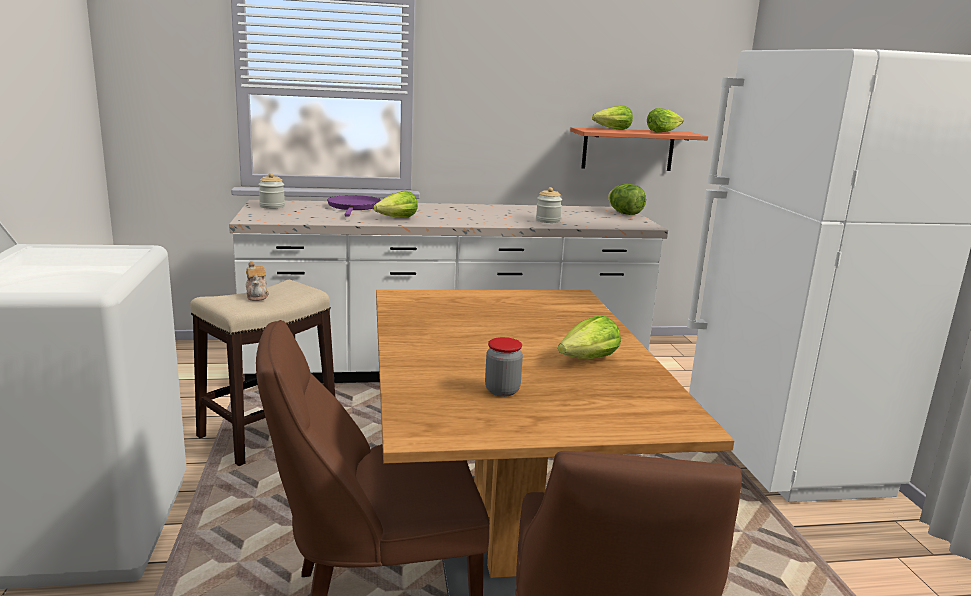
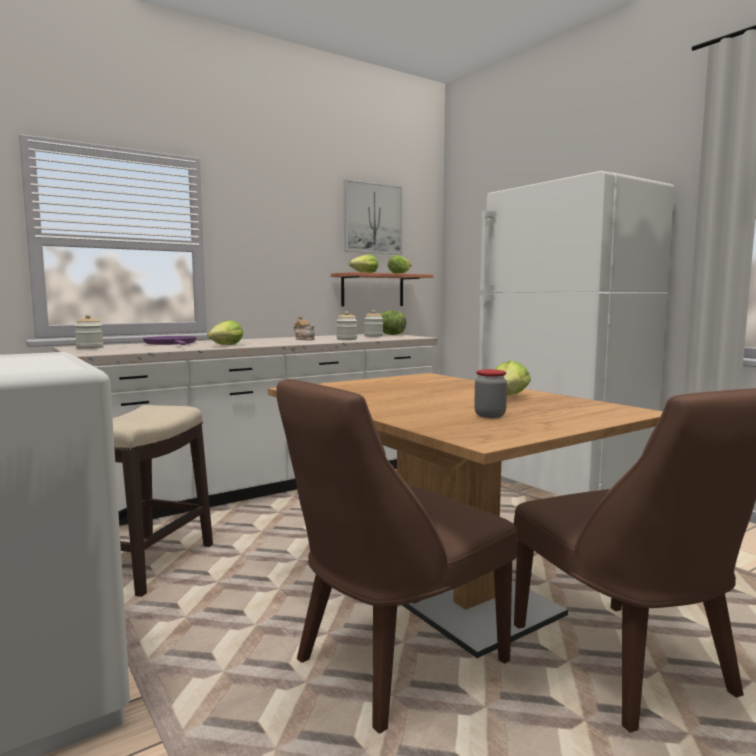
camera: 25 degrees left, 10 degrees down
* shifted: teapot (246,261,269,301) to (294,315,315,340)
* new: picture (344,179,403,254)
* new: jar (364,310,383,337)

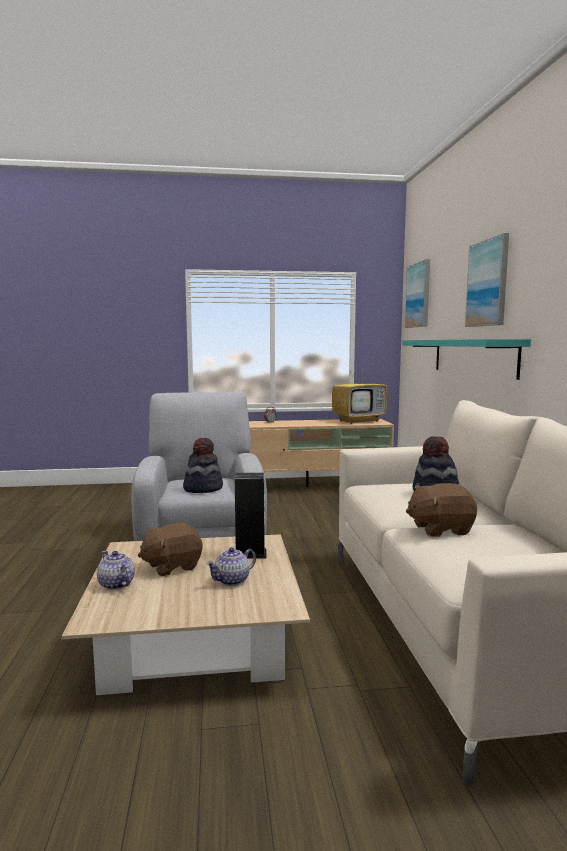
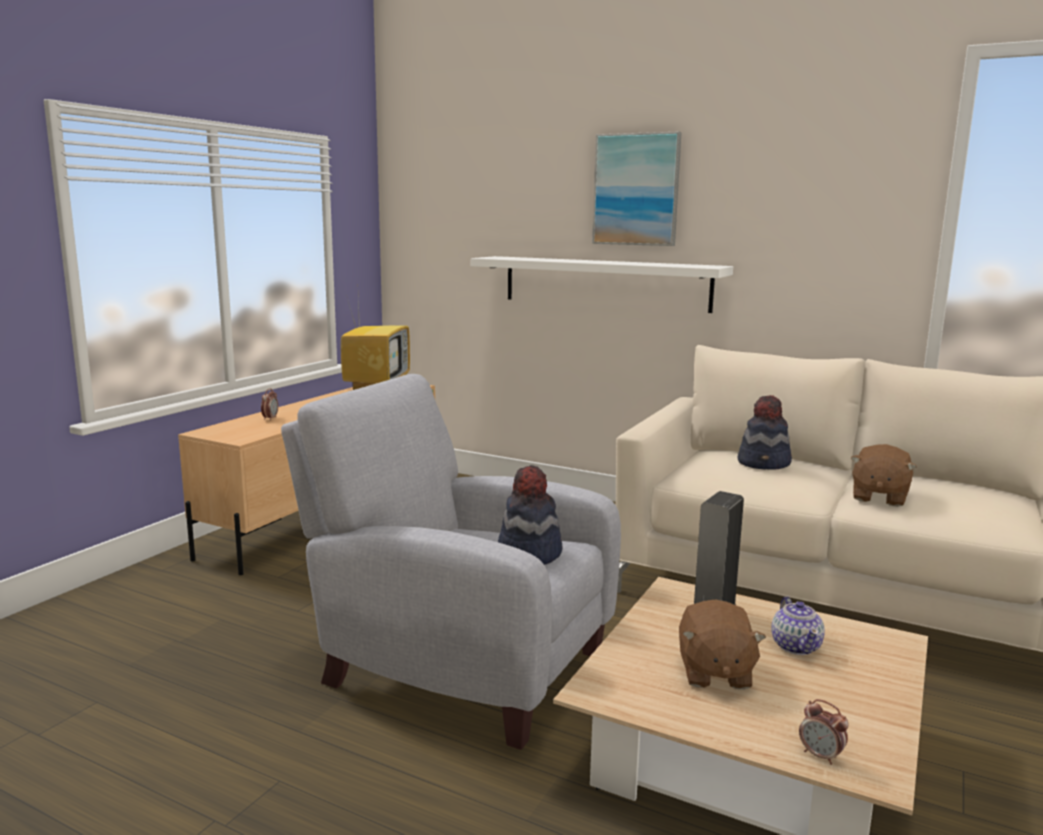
camera: 55 degrees left, 5 degrees up
* repainted: turquoise shelf (402,339,531,380) to white shelf (471,256,733,313)
* new: alarm clock (799,699,849,765)
* gone: teapot (97,551,135,590)
* gone: picture (405,259,430,328)

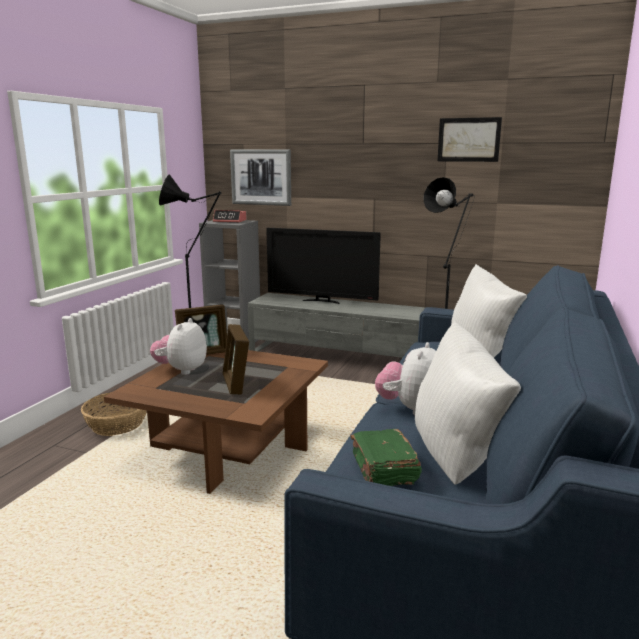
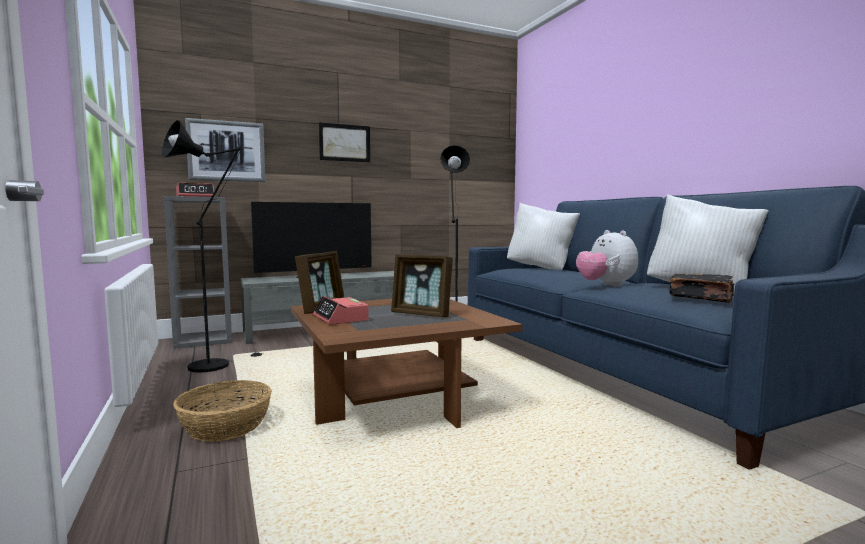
camera: 45 degrees left, 10 degrees down
* swapped: plush toy (150,318,207,375) to alarm clock (313,296,369,325)
* shifted: picture (437,117,502,162) to (319,122,370,162)
* repainted: green book (351,429,422,486) to black book (669,273,734,303)

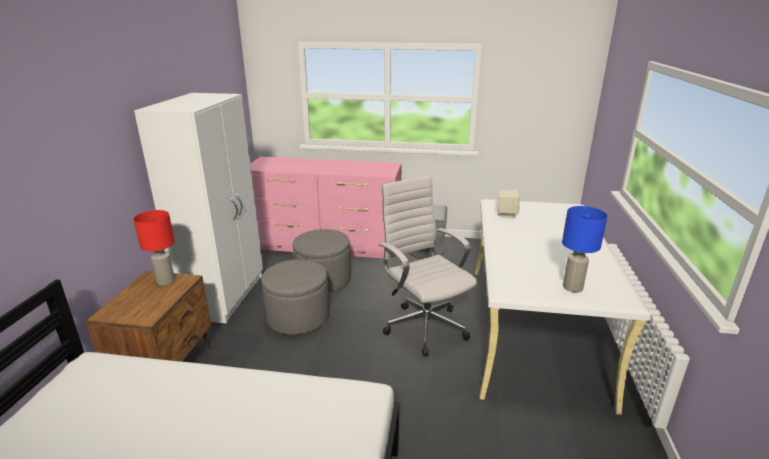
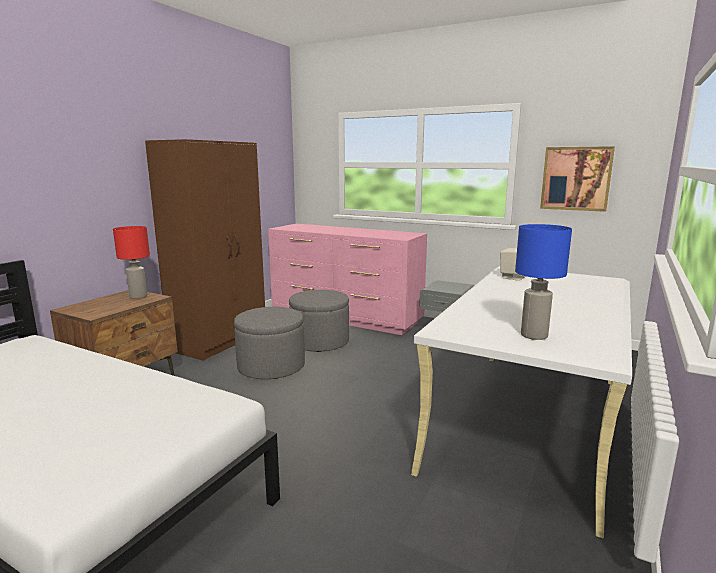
camera: 20 degrees right, 10 degrees down
* repainted: white wardrobe (134,93,263,323) to brown wardrobe (145,139,265,361)
* new: picture (540,146,615,212)
* gone: white office chair (379,176,478,356)

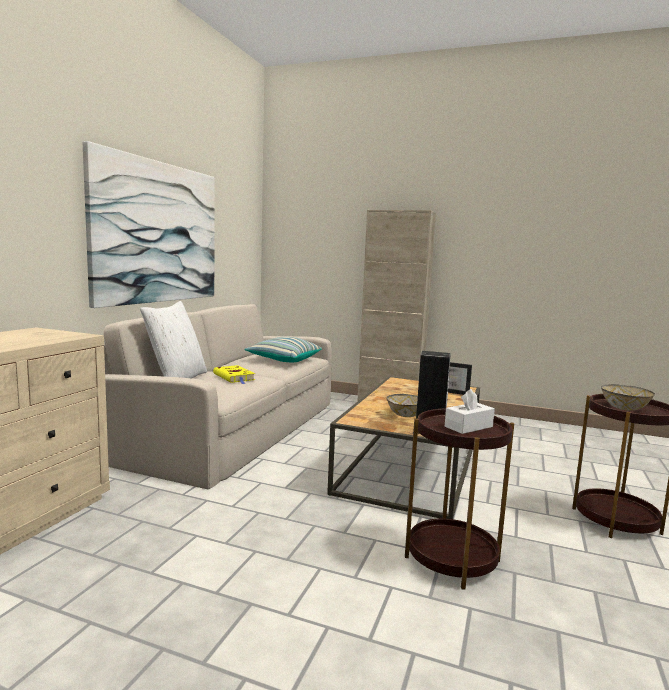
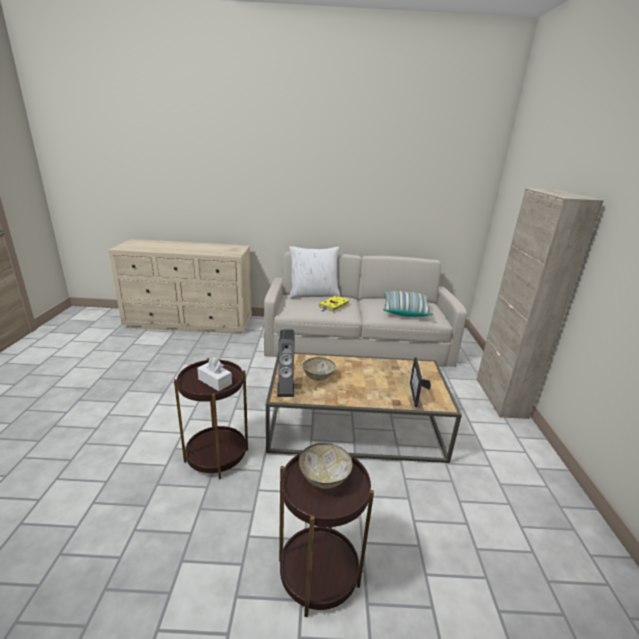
camera: 70 degrees right, 15 degrees up
* gone: picture (82,141,214,308)

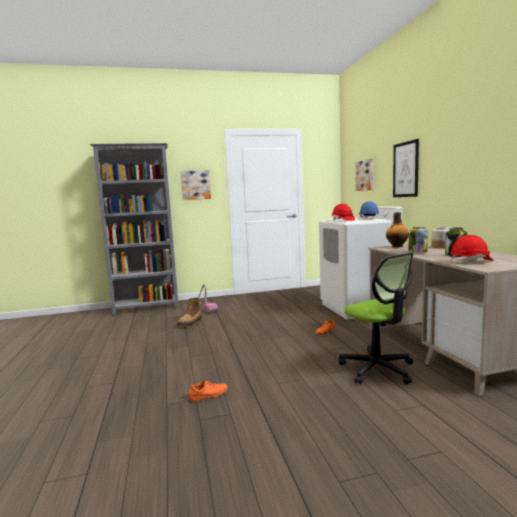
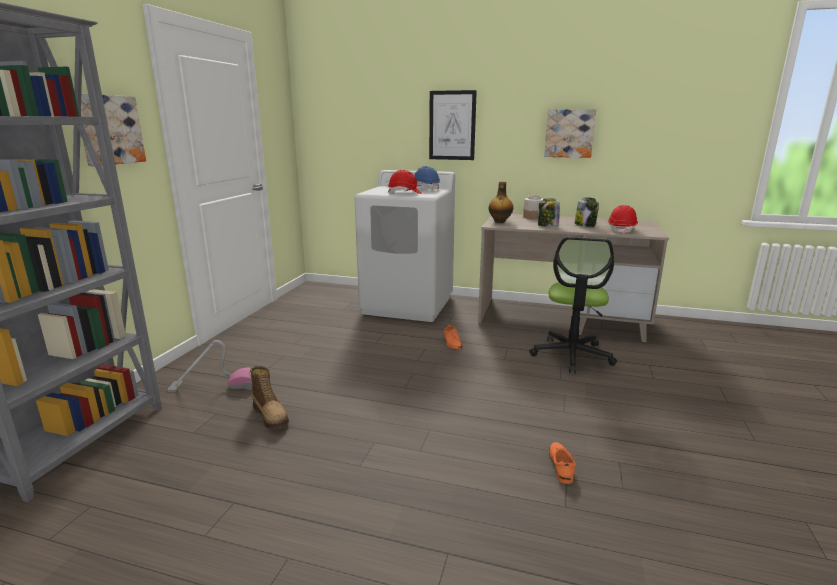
camera: 60 degrees left, 10 degrees up
* rotated: office chair (339,252,414,385) = (529,237,617,373) 105 degrees clockwise
* shifted: picture (355,159,374,191) to (544,109,596,158)

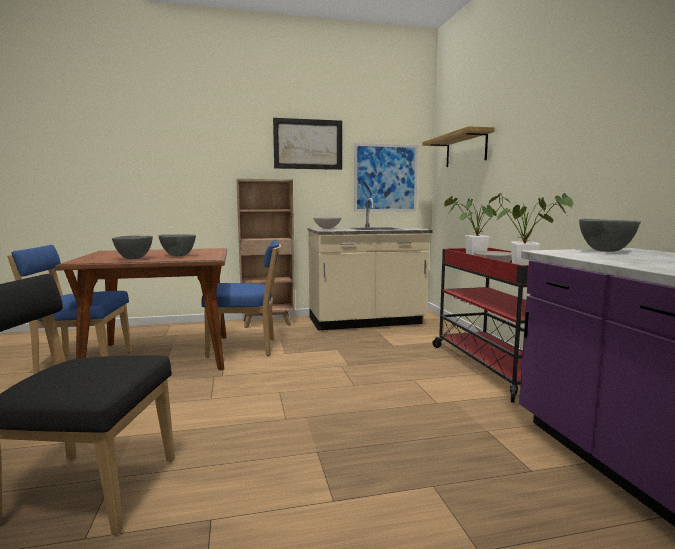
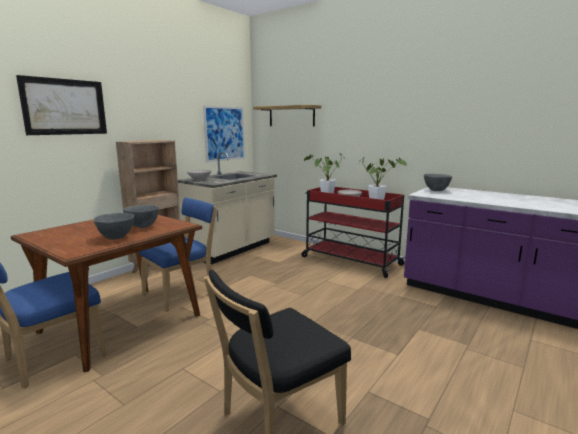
camera: 40 degrees left, 5 degrees up
* shifted: picture (273,118,342,170) to (16,75,107,135)

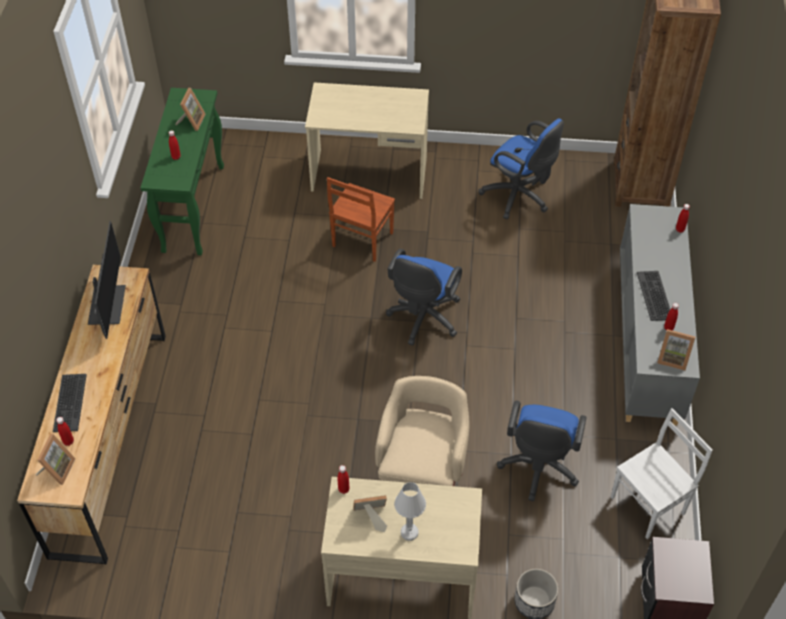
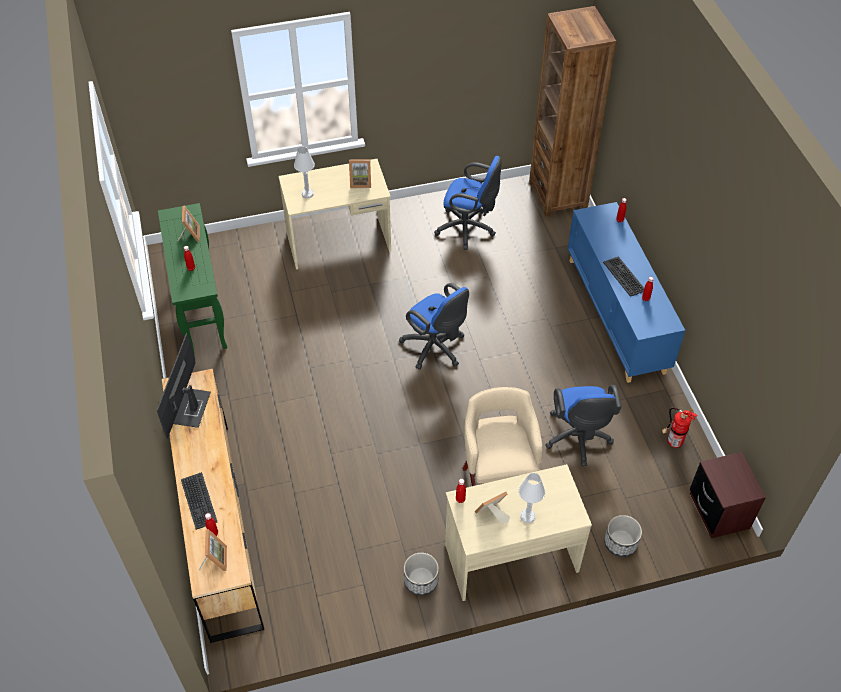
camera: 20 degrees left, 0 degrees up
* rotated: monitor (88,221,126,339) = (157,333,211,439) 150 degrees counterclockwise
* new: white table lamp (294,147,315,198)
* shifted: picture frame (657,329,695,371) to (349,159,371,188)
* rotated: blue office chair (386,249,462,345) = (399,283,469,370) 45 degrees counterclockwise
* new: planter (404,553,439,596)
* repainted: grey cabinet (620,204,700,426) to blue cabinet (567,202,685,383)
* swapped: white chair (610,408,713,539) to fire extinguisher (662,408,697,448)
* gone: brown chair (327,177,395,262)

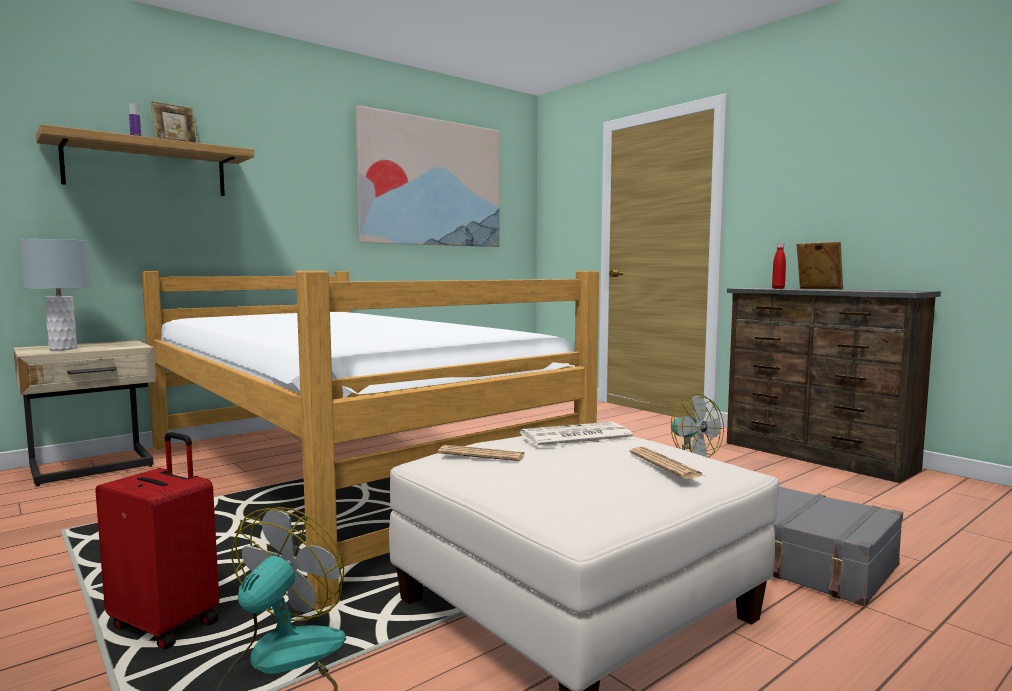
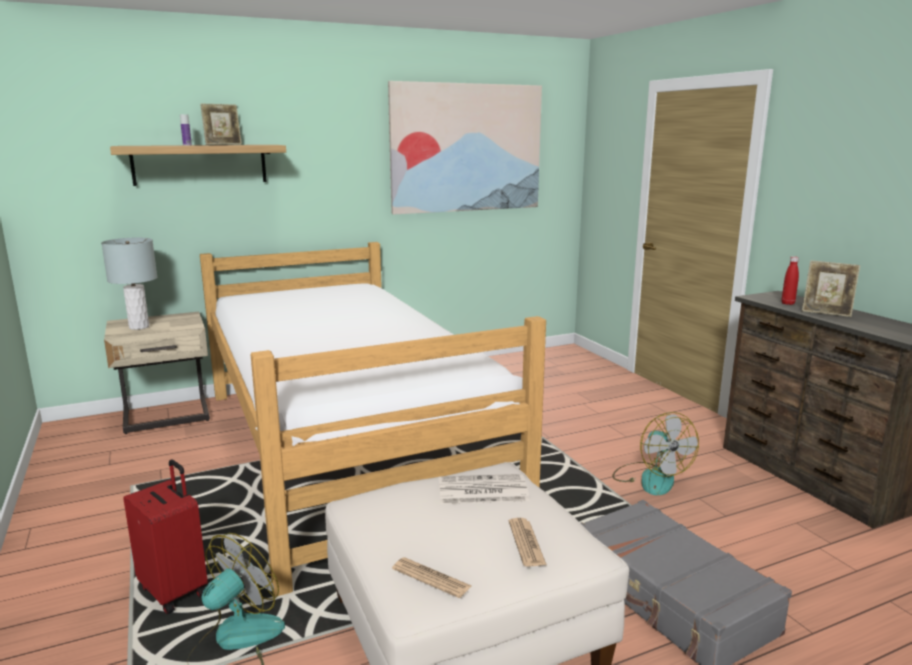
camera: 15 degrees right, 10 degrees up
* shifted: newspaper (438,445,525,461) to (392,557,471,598)
* rotated: picture frame (796,241,843,289) = (802,260,860,317) 150 degrees clockwise

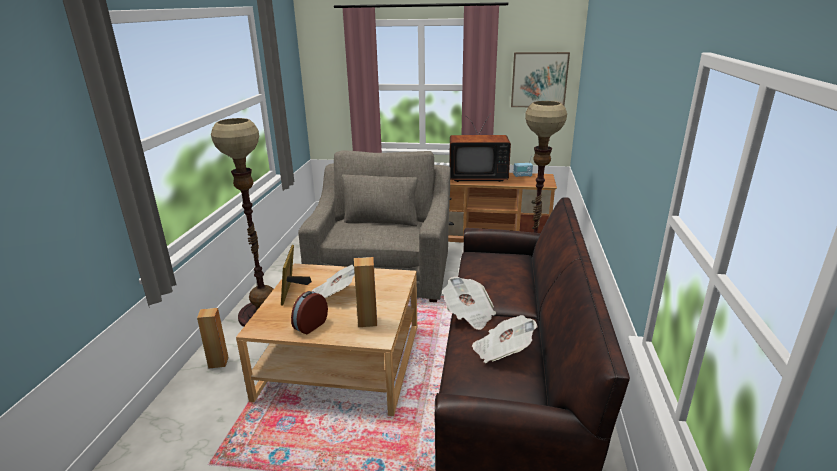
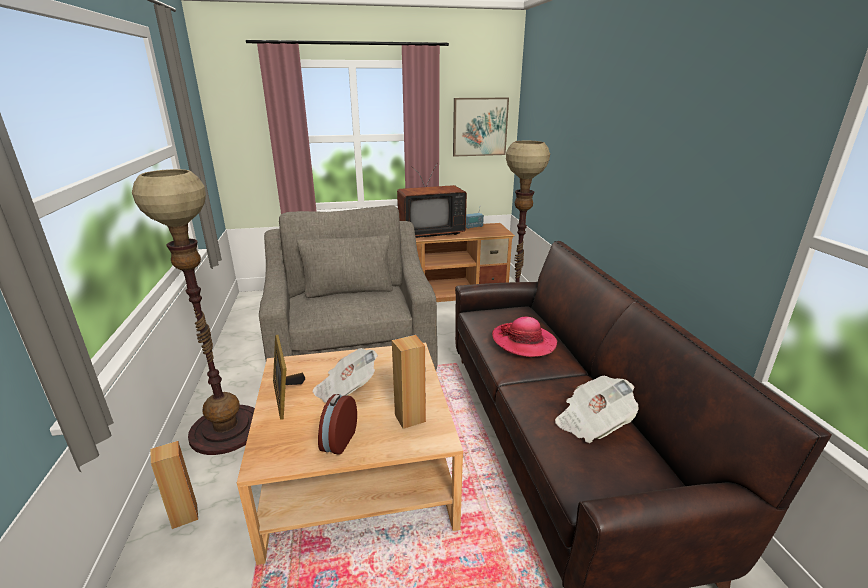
camera: 20 degrees left, 0 degrees up
* new: hat (492,316,557,357)
* gone: newspaper (442,276,496,330)

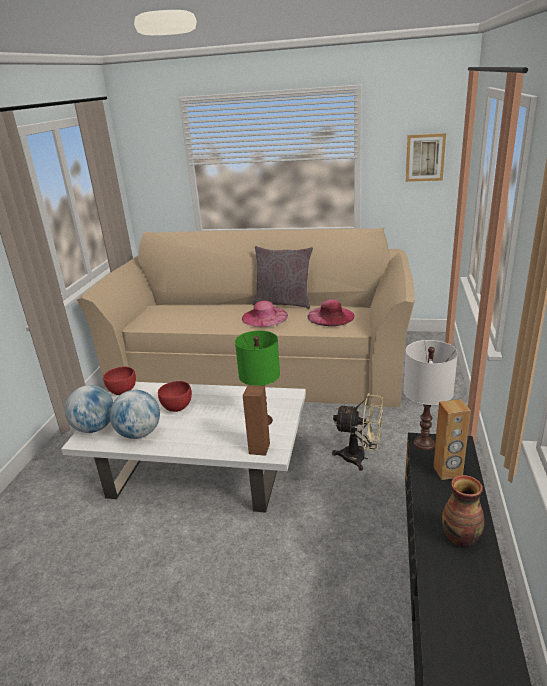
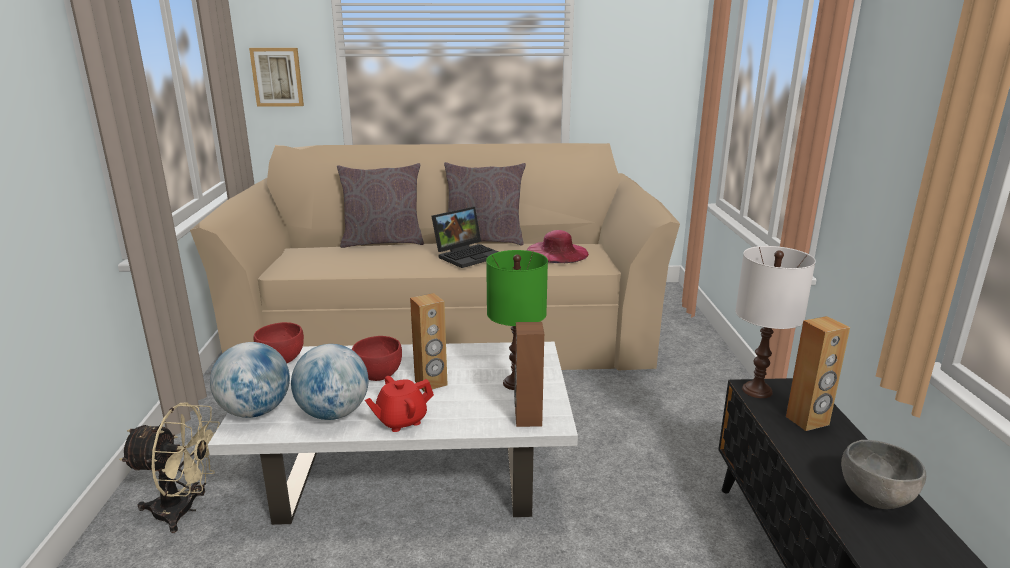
camera: 15 degrees left, 5 degrees down
* shifted: beige fan (332,393,383,471) to (119,403,220,533)
* shifted: picture (406,133,446,182) to (249,48,304,107)
* new: grey pillow (337,163,424,248)
* new: red teapot (365,376,434,432)
* new: brown speaker (410,293,448,392)
* swapped: pink hat (242,300,288,327) to laptop (431,207,498,268)
* swapped: vase (442,475,484,547) to grey bowl (841,440,926,509)

